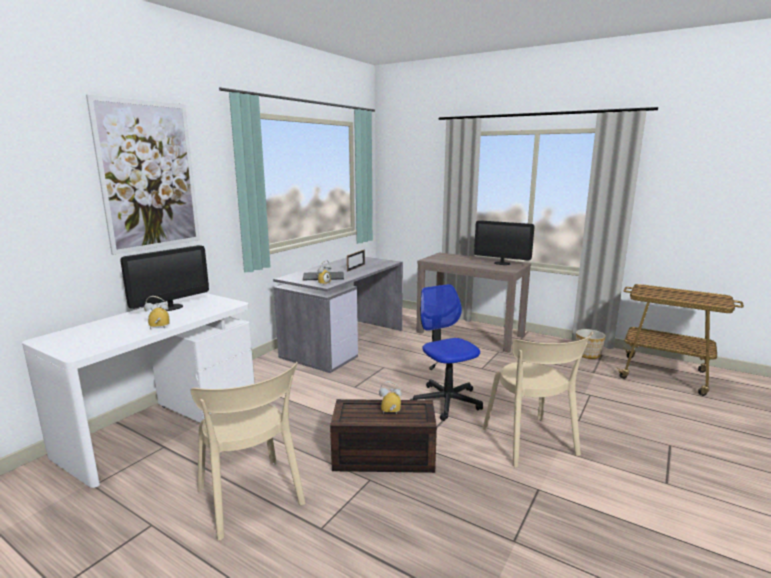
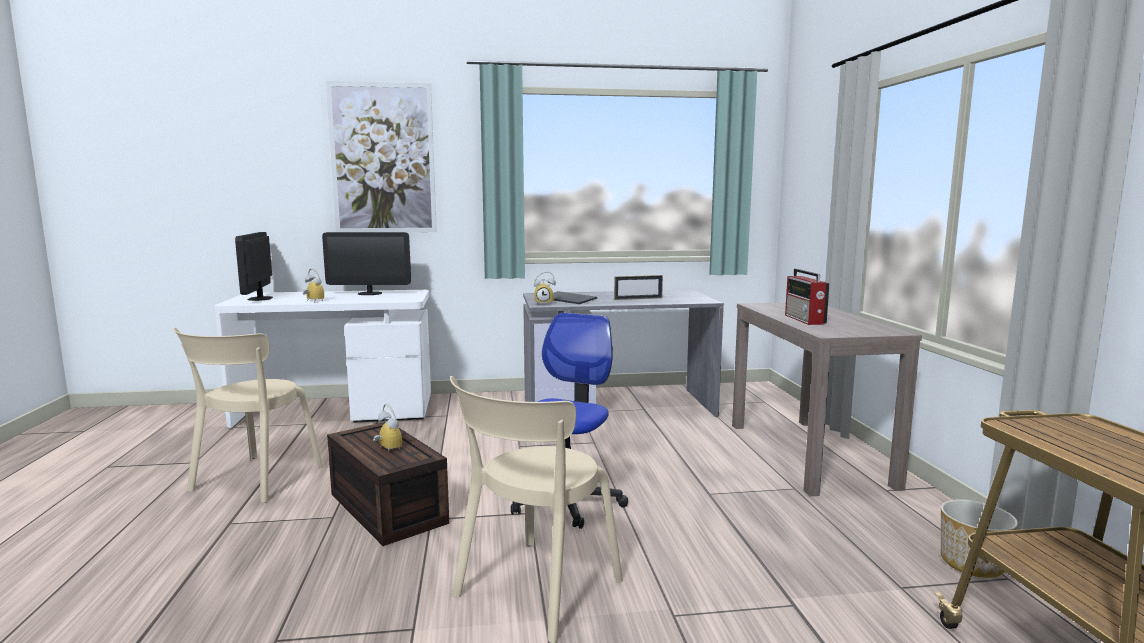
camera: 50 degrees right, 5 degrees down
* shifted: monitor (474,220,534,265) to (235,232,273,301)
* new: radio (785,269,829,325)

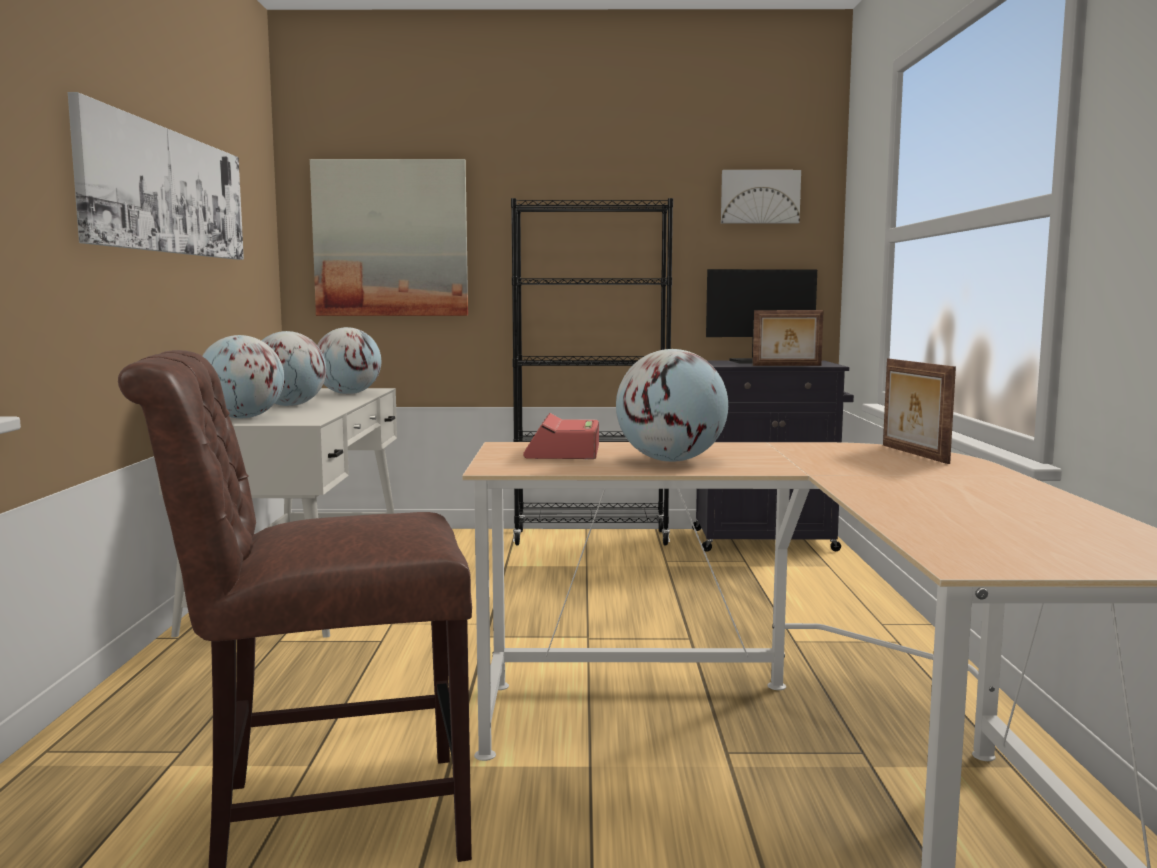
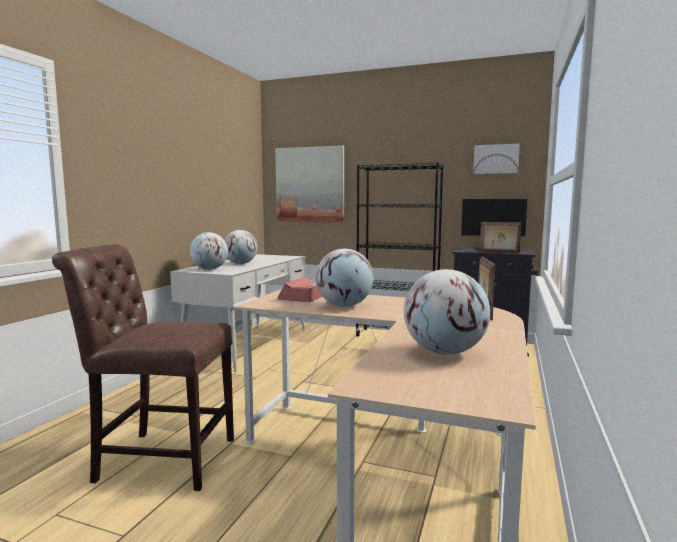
camera: 20 degrees right, 0 degrees up
* shifted: globe (317,327,381,394) to (404,269,490,355)
* gone: picture (68,92,244,260)

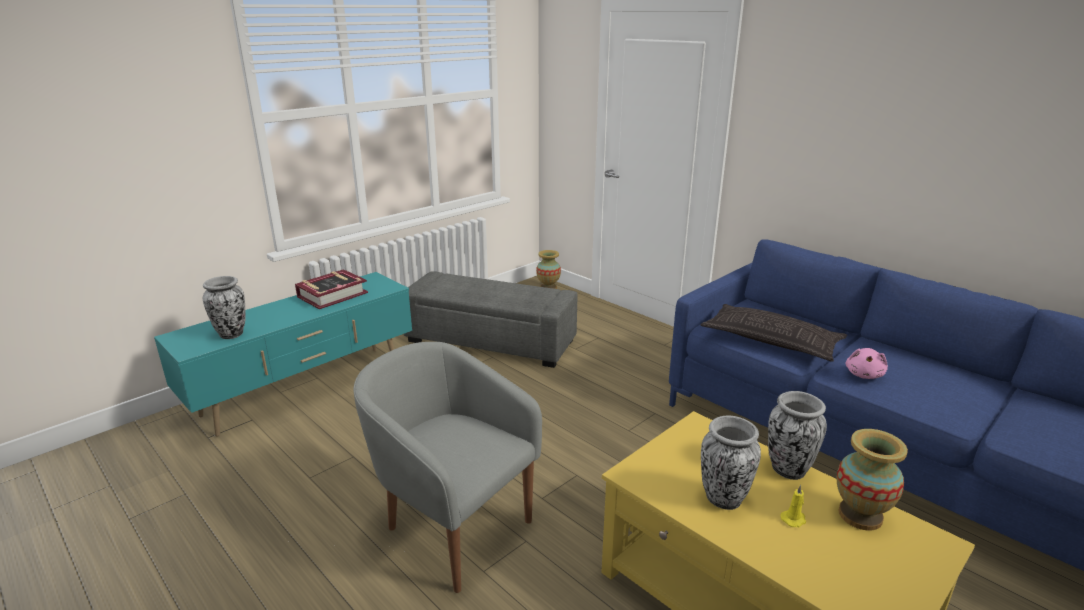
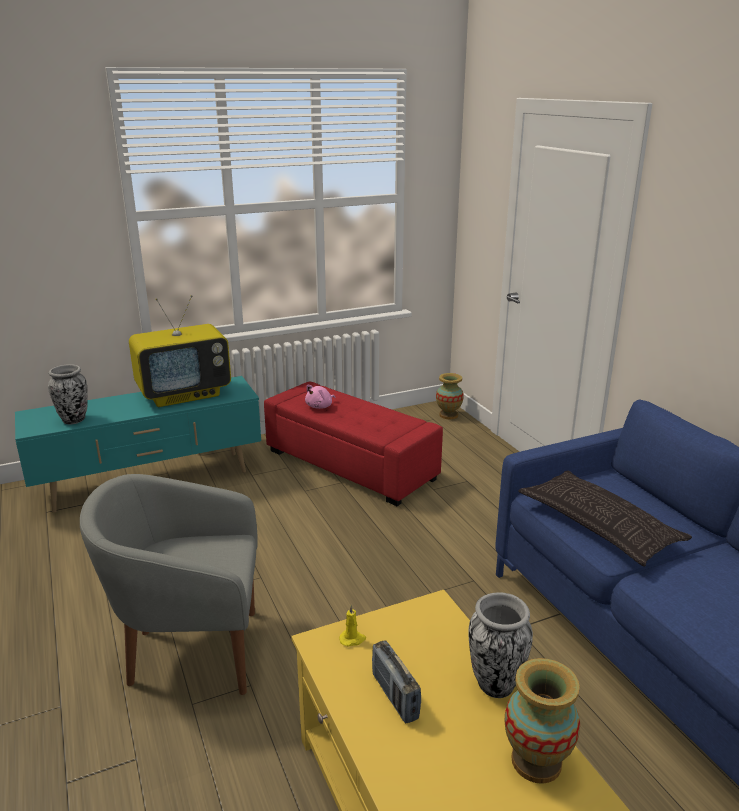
camera: 20 degrees right, 0 degrees up
* rotated: grey armchair (353,342,542,593) = (80,474,258,695) 60 degrees counterclockwise
* swapped: book (295,269,368,309) to television (129,295,231,407)
* repainted: grey ottoman (404,271,578,368) to red ottoman (264,382,443,506)
* shifted: pink plush toy (846,348,888,379) to (305,385,336,409)
* shifted: yellow candle (780,485,806,527) to (339,605,366,647)
* swapped: vase (701,415,761,510) to radio (372,640,421,723)

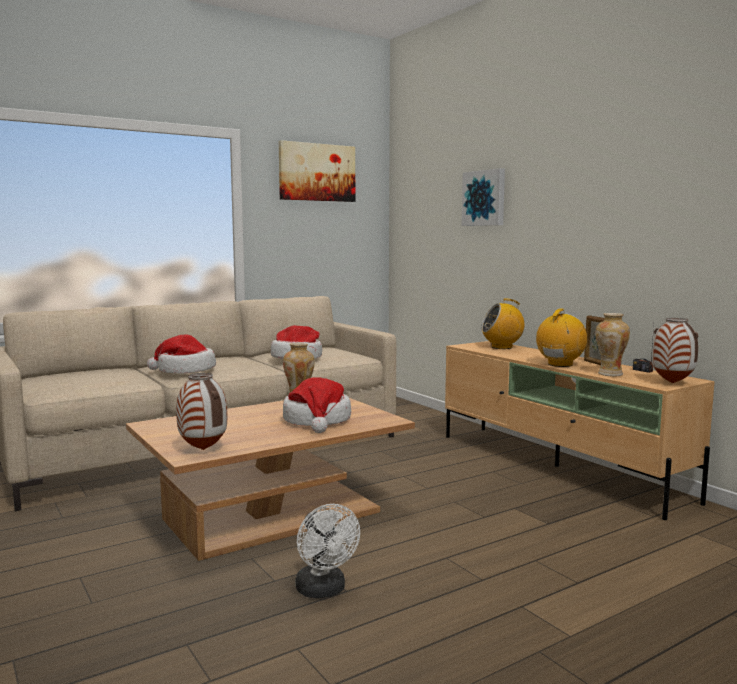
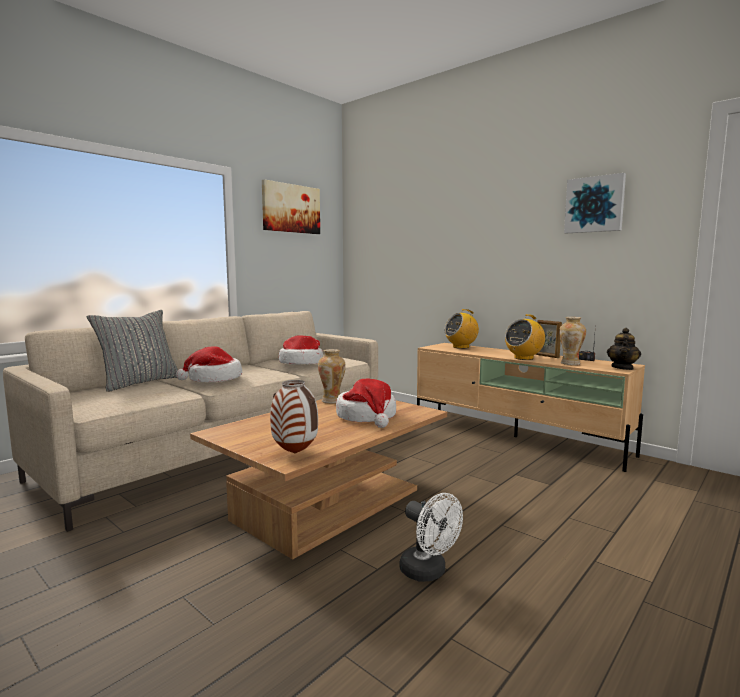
camera: 15 degrees left, 0 degrees up
* new: grey pillow (87,310,179,392)
* rotated: radio (536,308,587,367) = (505,314,545,360) 150 degrees counterclockwise
* shifted: picture (462,168,505,226) to (564,173,626,233)
* swapped: vase (652,318,698,383) to teapot (607,328,641,370)

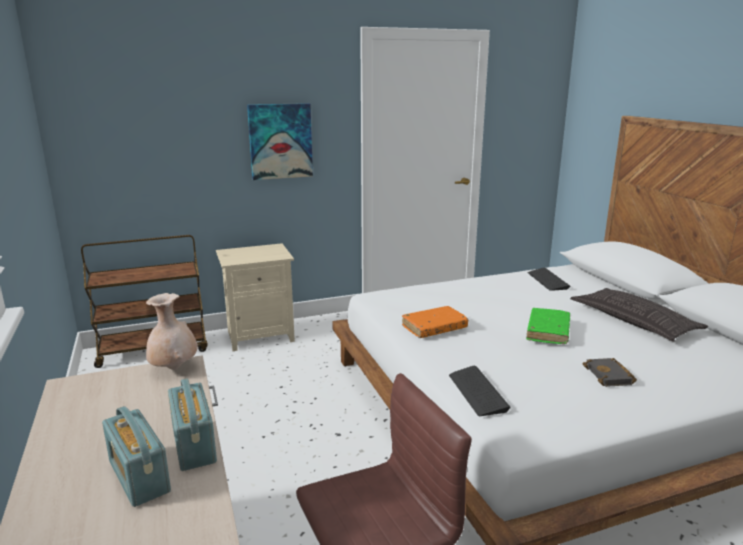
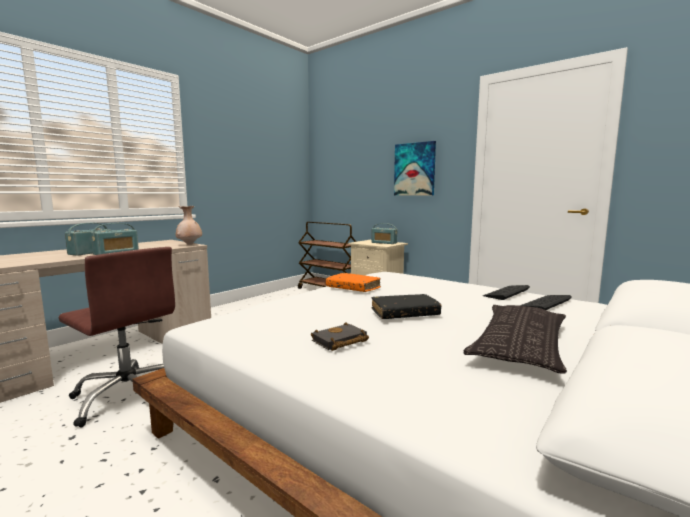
camera: 60 degrees right, 10 degrees down
* new: radio (371,223,397,244)
* repainted: green book (526,308,570,344) to black book (371,294,442,319)
* shifted: keyboard (449,366,511,416) to (483,285,530,300)

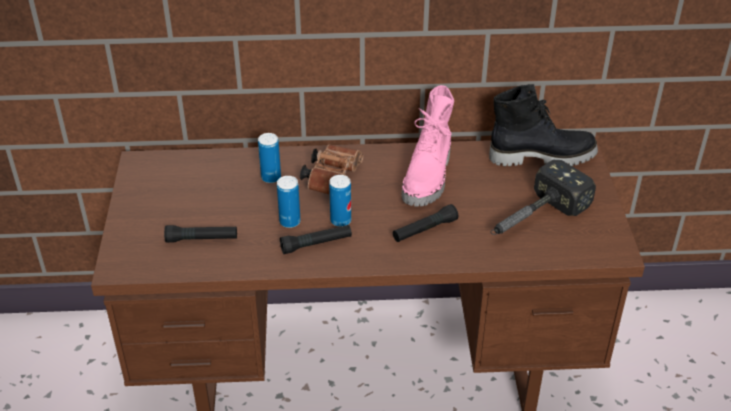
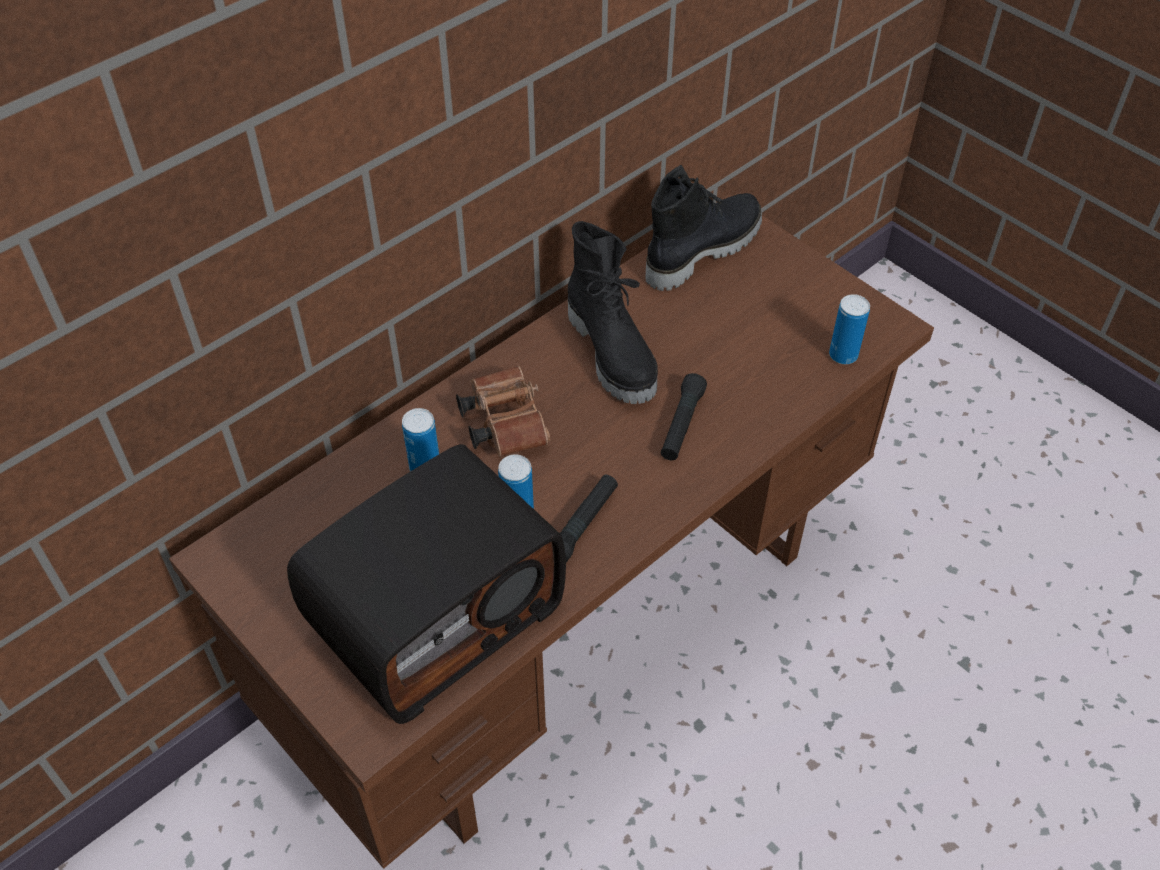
camera: 40 degrees left, 10 degrees up
* swapped: black flashlight (164,225,237,243) to radio (287,444,566,724)
* repainted: pink boot (401,85,454,207) to black boot (568,221,658,404)
* shifted: can (329,175,351,227) to (829,294,870,364)
* gone: hammer (490,160,596,235)

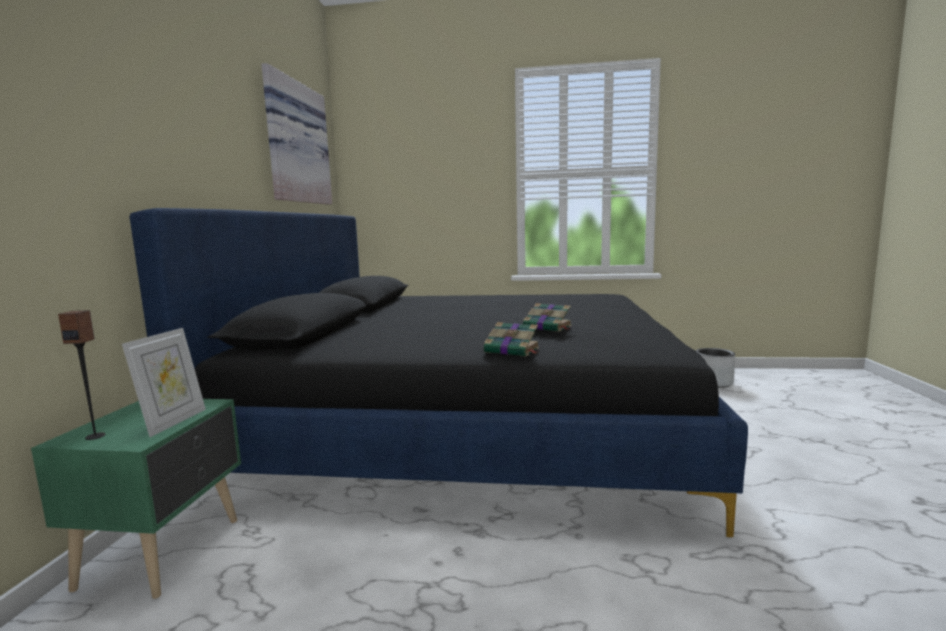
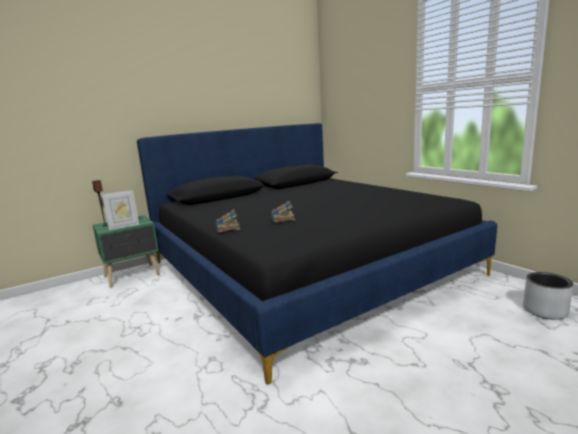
camera: 50 degrees right, 5 degrees up
* gone: picture (261,63,332,205)

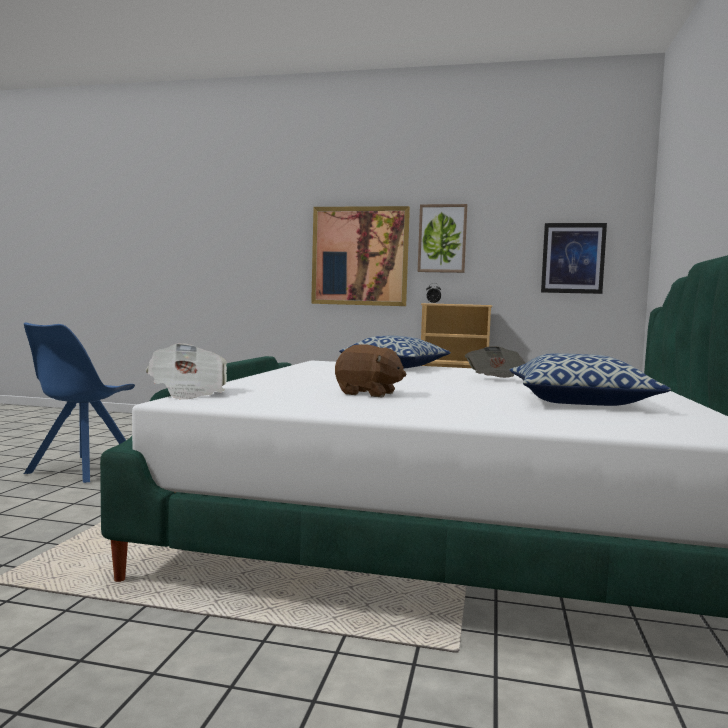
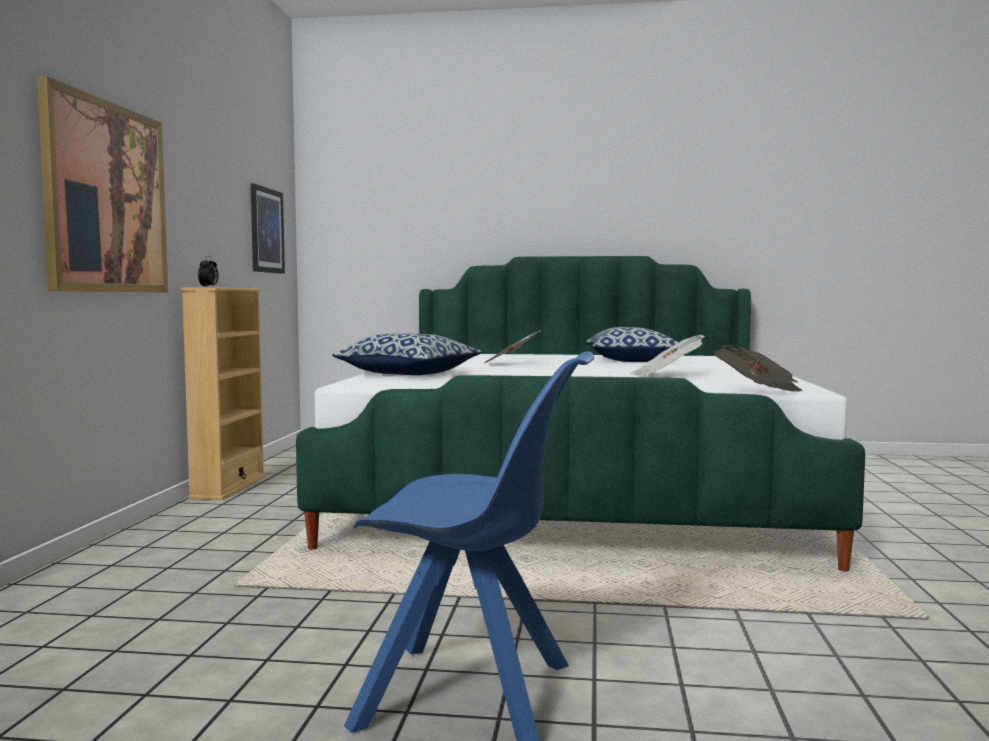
camera: 95 degrees left, 0 degrees up
* swapped: brown plush toy (335,344,406,397) to newspaper (630,335,705,375)
* gone: picture (418,204,467,273)

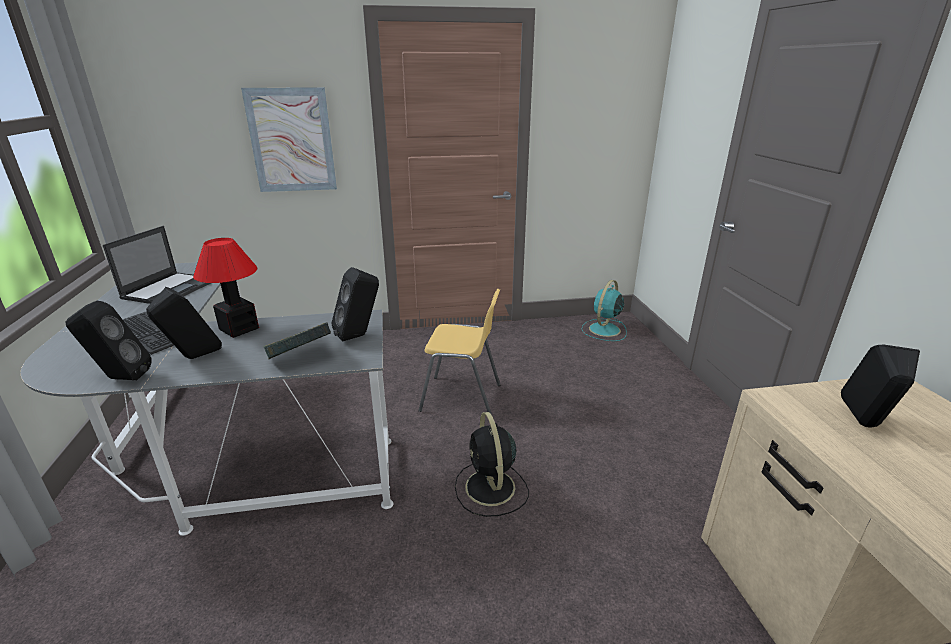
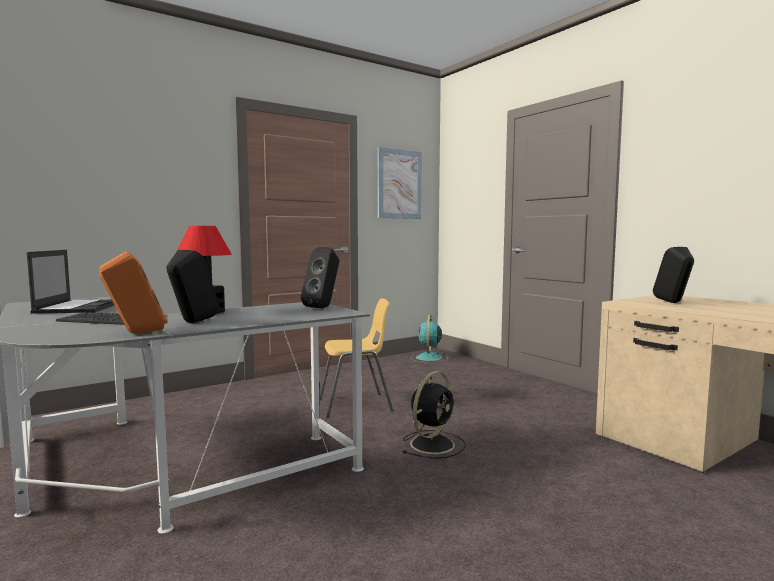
camera: 25 degrees left, 20 degrees down
* repainted: black speaker (65,301,151,380) to orange speaker (99,252,168,334)
* shifted: picture (241,87,337,192) to (378,147,422,219)
* rotated: black fan (455,412,529,517) = (402,371,466,459) 105 degrees counterclockwise
* gone: book (263,323,331,359)

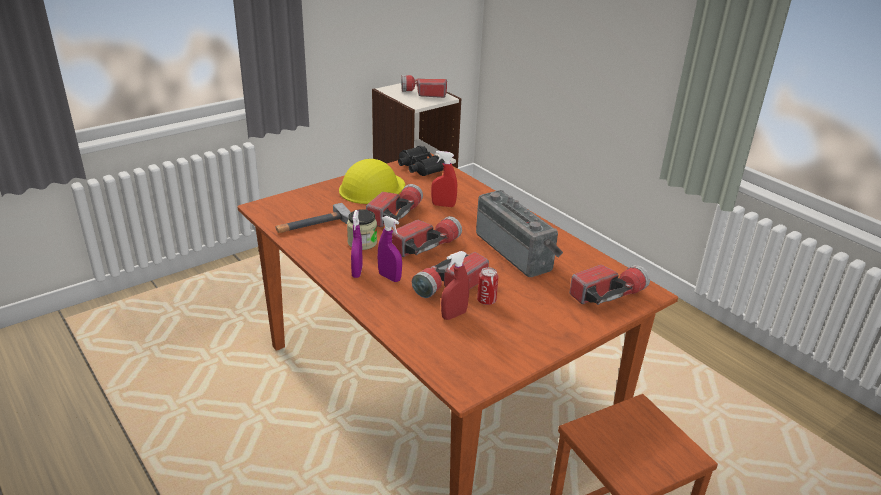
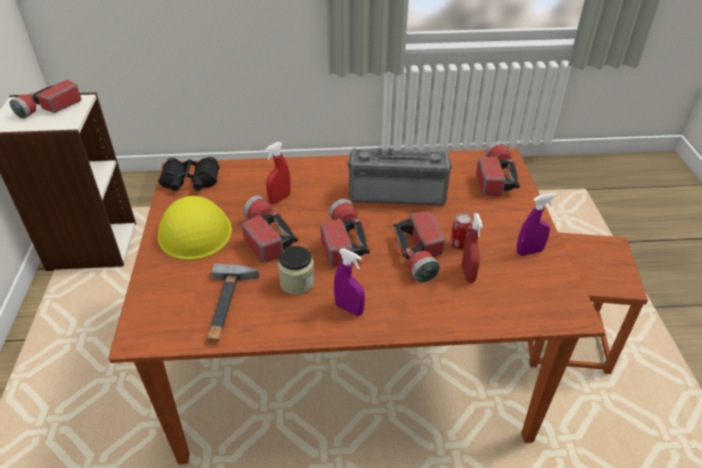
camera: 55 degrees left, 10 degrees up
* shifted: purple spray bottle (378,216,402,282) to (517,193,556,256)

